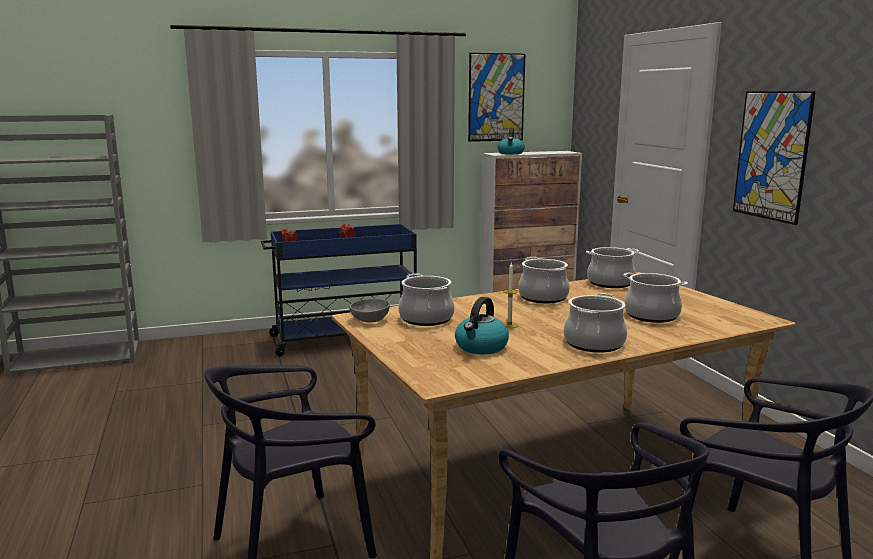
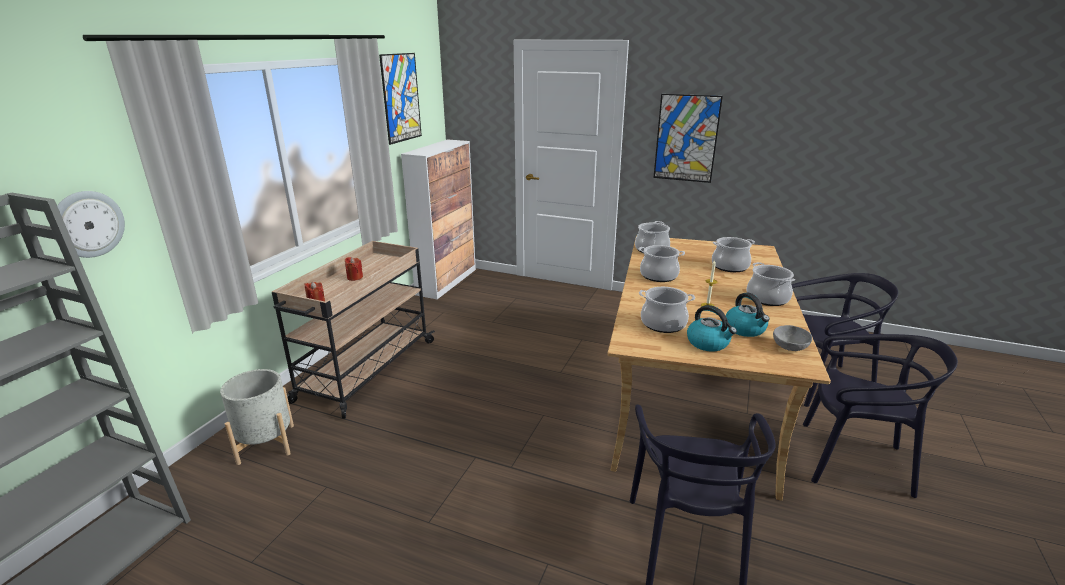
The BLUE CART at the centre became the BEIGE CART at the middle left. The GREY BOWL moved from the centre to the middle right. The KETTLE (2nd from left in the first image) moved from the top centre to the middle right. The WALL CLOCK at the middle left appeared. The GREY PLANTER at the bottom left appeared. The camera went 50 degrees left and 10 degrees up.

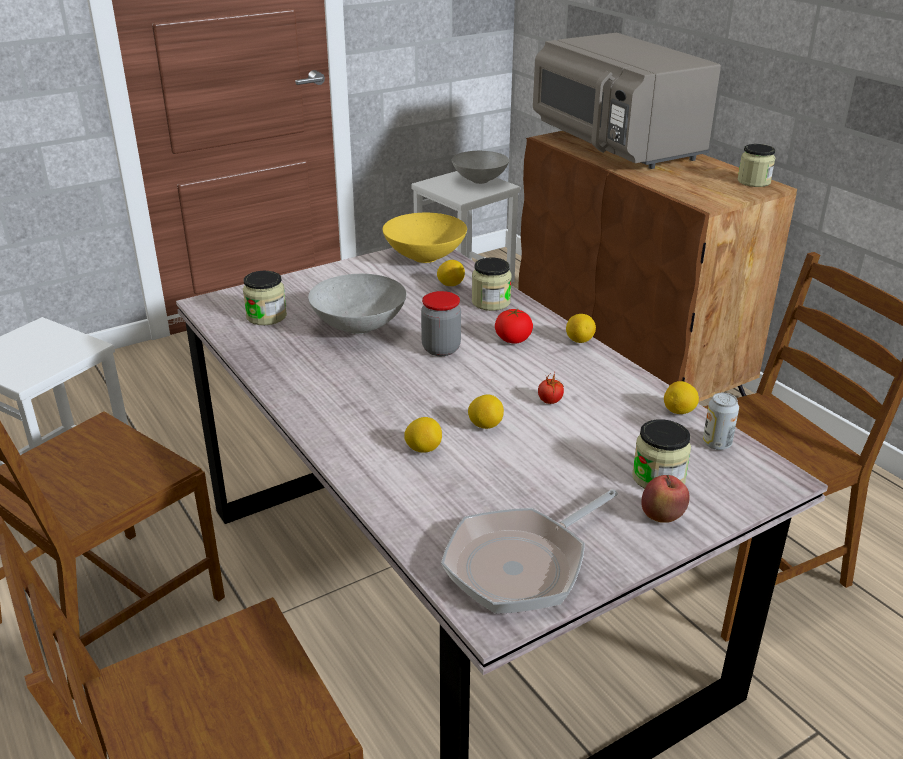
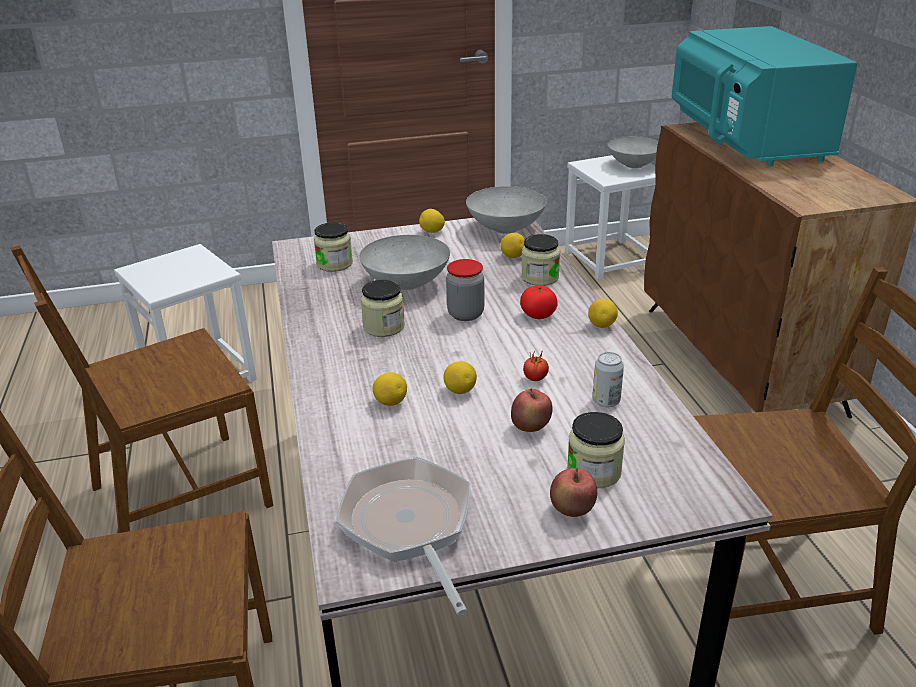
The YELLOW BOWL at the top centre became the GREY BOWL (2nd from left) at the top centre. The FRYING PAN at the bottom centre turned 90 degrees clockwise. The GREY MICROWAVE at the top right became the TURQUOISE MICROWAVE at the top right. The LEMON (5th from left in the first image) moved from the middle right to the top centre. The CAN moved from the middle right to the centre. The JAR (5th from left in the first image) moved from the top right to the centre. The APPLE (1st from left) at the centre appeared. The camera went 20 degrees right and 0 degrees up.

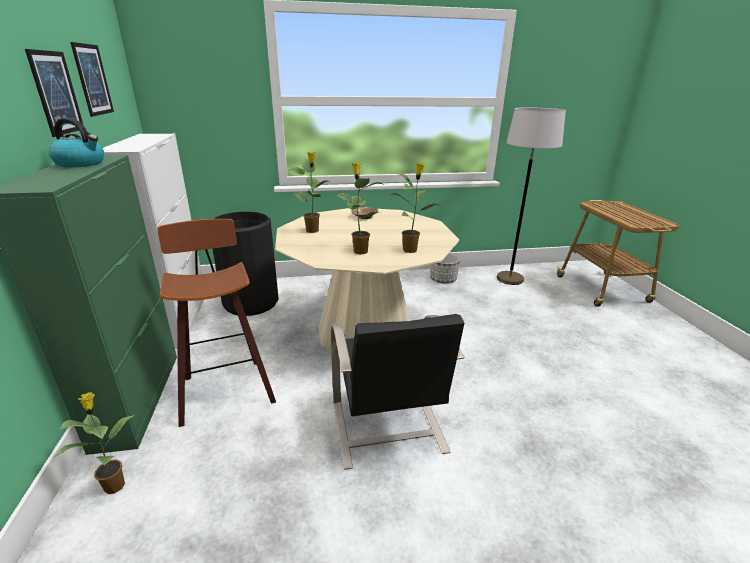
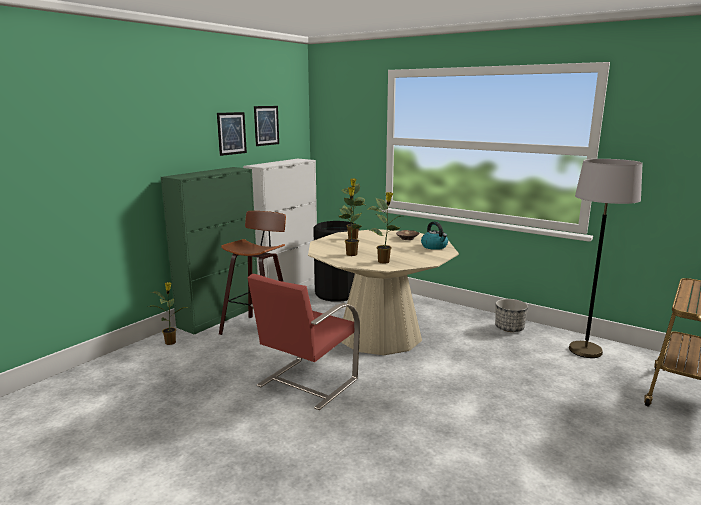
The KETTLE moved from the top left to the centre. The BLACK CHAIR at the bottom centre became the RED CHAIR at the bottom centre. The camera went 45 degrees right and 10 degrees down.

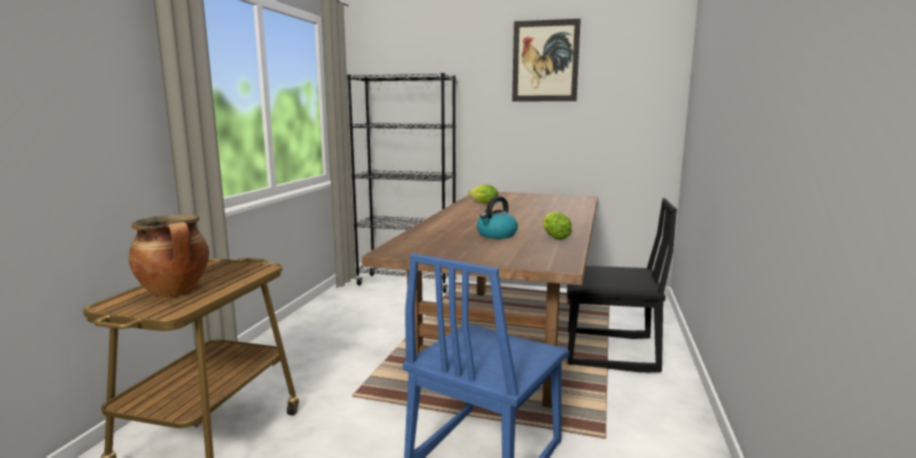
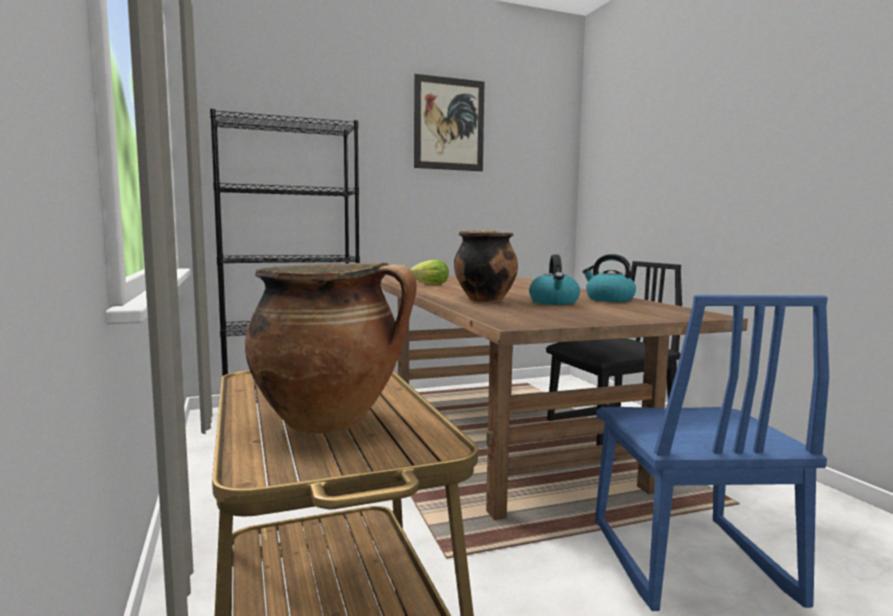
The LETTUCE (2nd from left) at the centre was replaced by the KETTLE (2nd from left) at the middle right. The COOKING POT (2nd from left) at the centre appeared. The camera went 35 degrees left and 5 degrees down.

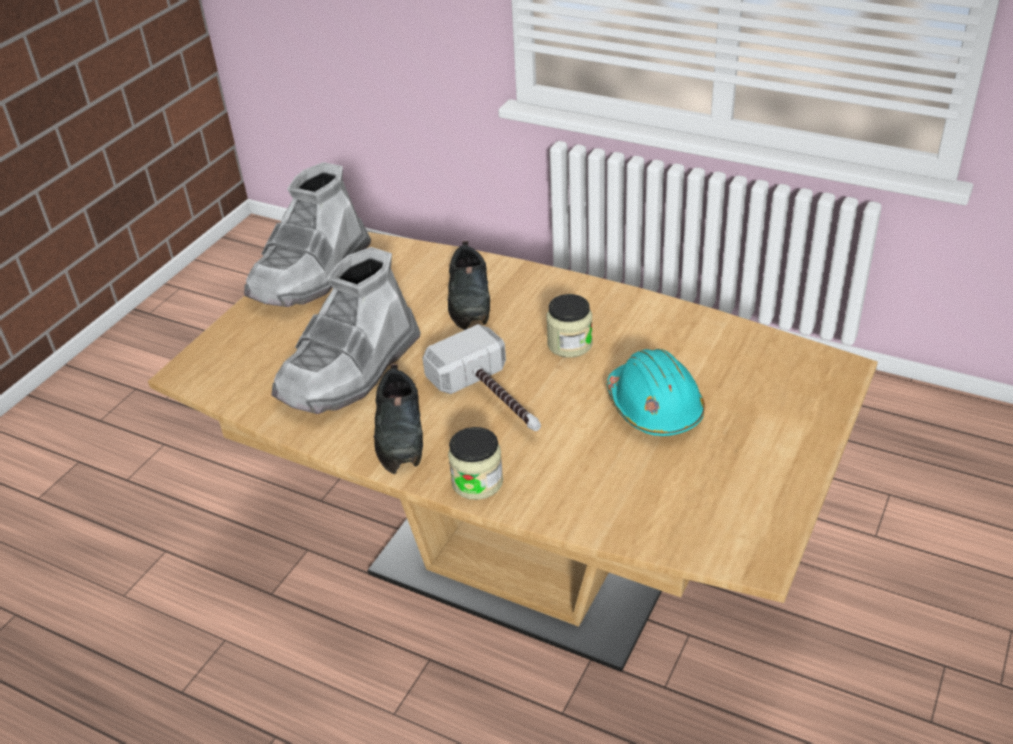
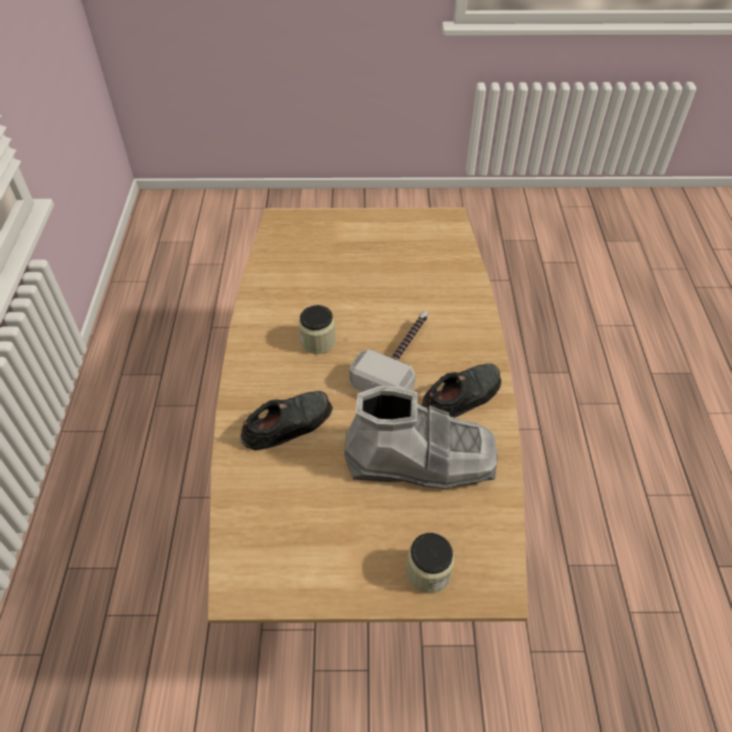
The GREY BOOT (1st from left) at the top left disappeared. The JAR (1st from left in the first image) moved from the centre to the bottom centre. The TURQUOISE HARD HAT at the centre disappeared. The camera went 120 degrees left and 10 degrees up.

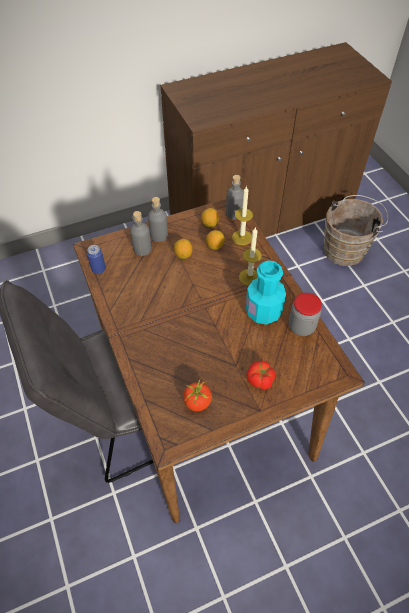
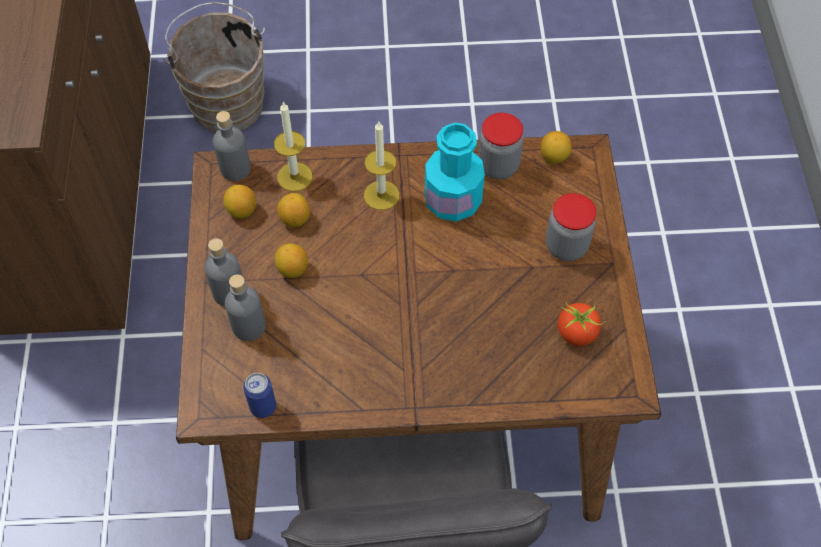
The TOMATO (2nd from left) at the centre was replaced by the JAR (2nd from left) at the middle right. The LEMON (4th from left) at the top right appeared. The camera went 70 degrees left and 5 degrees up.

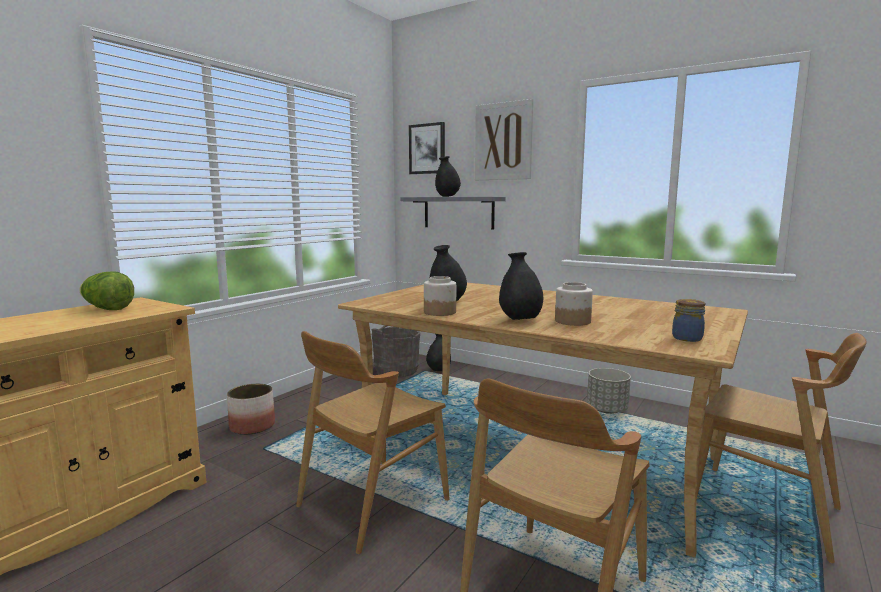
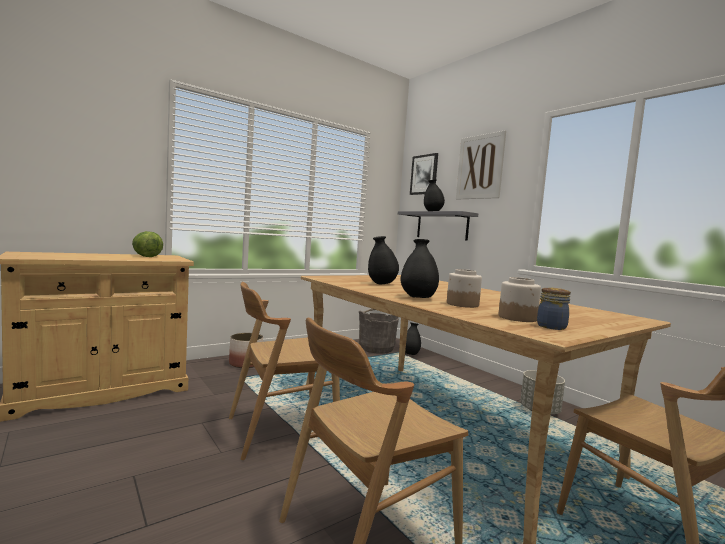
The JAR (1st from left in the first image) moved from the centre to the middle right. The camera went 20 degrees right and 5 degrees down.

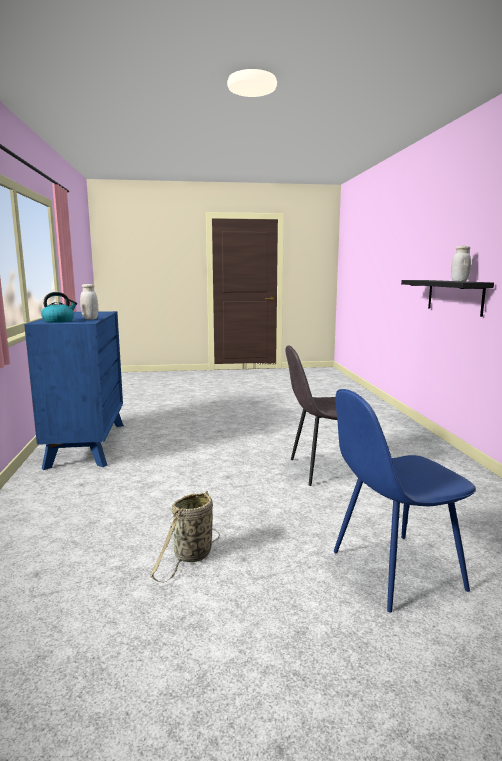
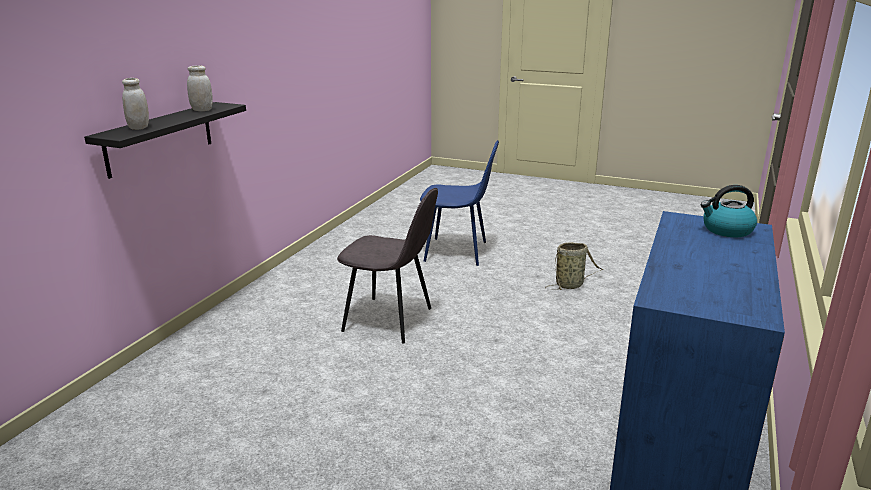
The WHITE JAR (1st from left) moved from the middle left to the top left. The camera went 150 degrees left and 10 degrees up.

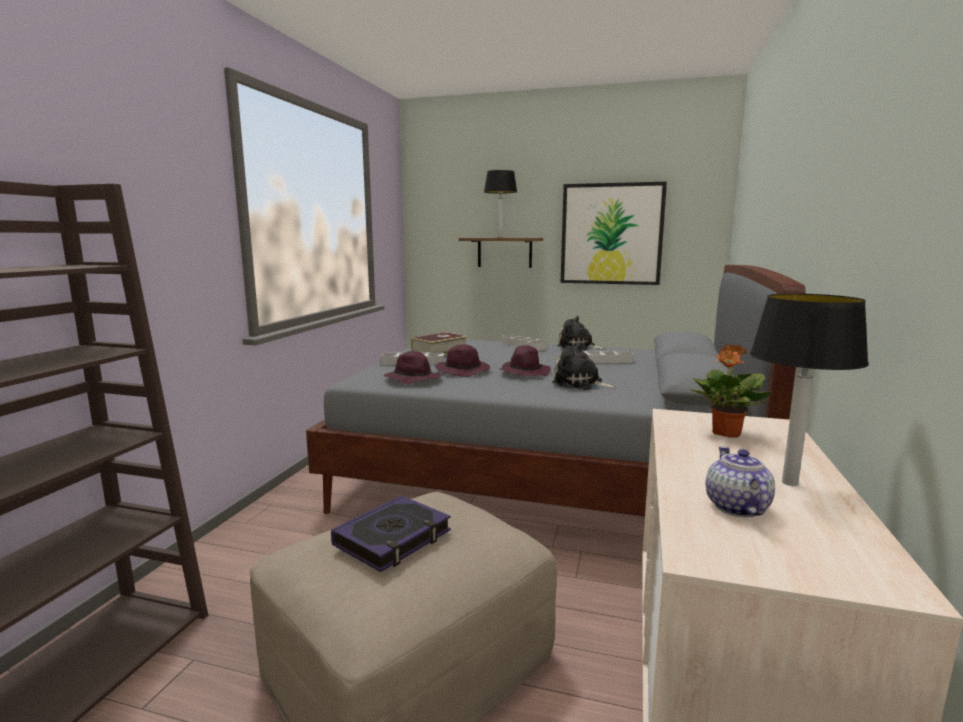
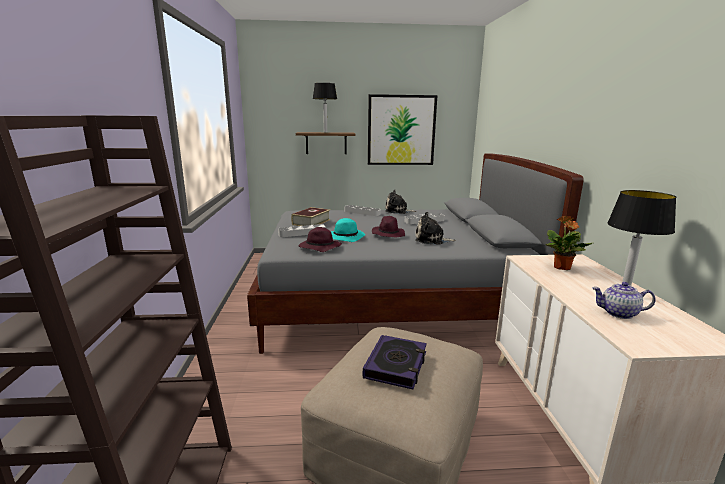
The PURPLE HAT (2nd from left) at the centre became the TURQUOISE HAT at the centre. The TEAPOT at the middle right turned 60 degrees counterclockwise. The camera went 20 degrees left and 5 degrees up.

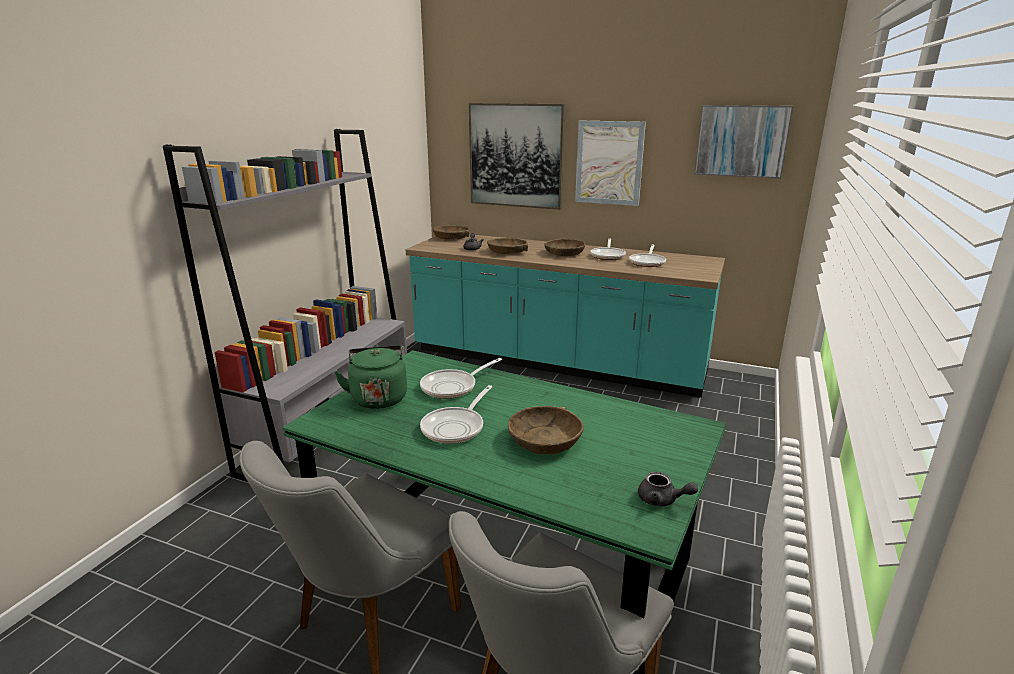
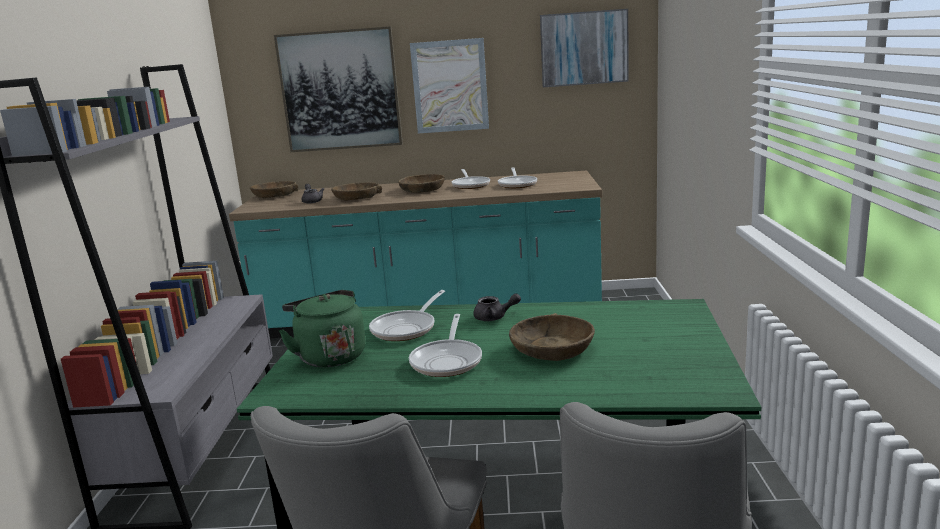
The GREY TEAPOT (2nd from left) moved from the bottom centre to the centre. The camera went 20 degrees left and 5 degrees down.

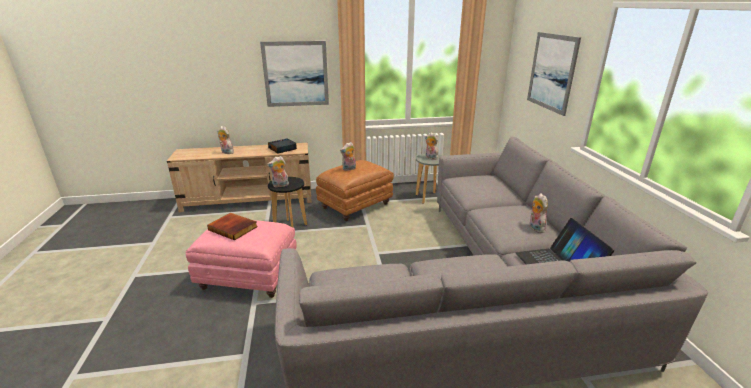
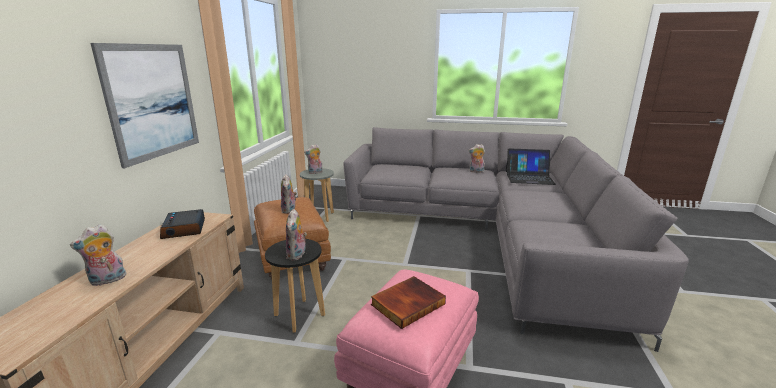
The PICTURE (2nd from left) at the top right disappeared. The camera went 70 degrees left and 5 degrees down.

